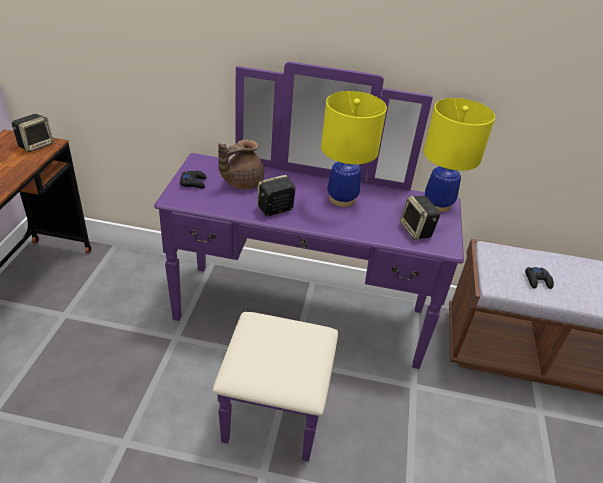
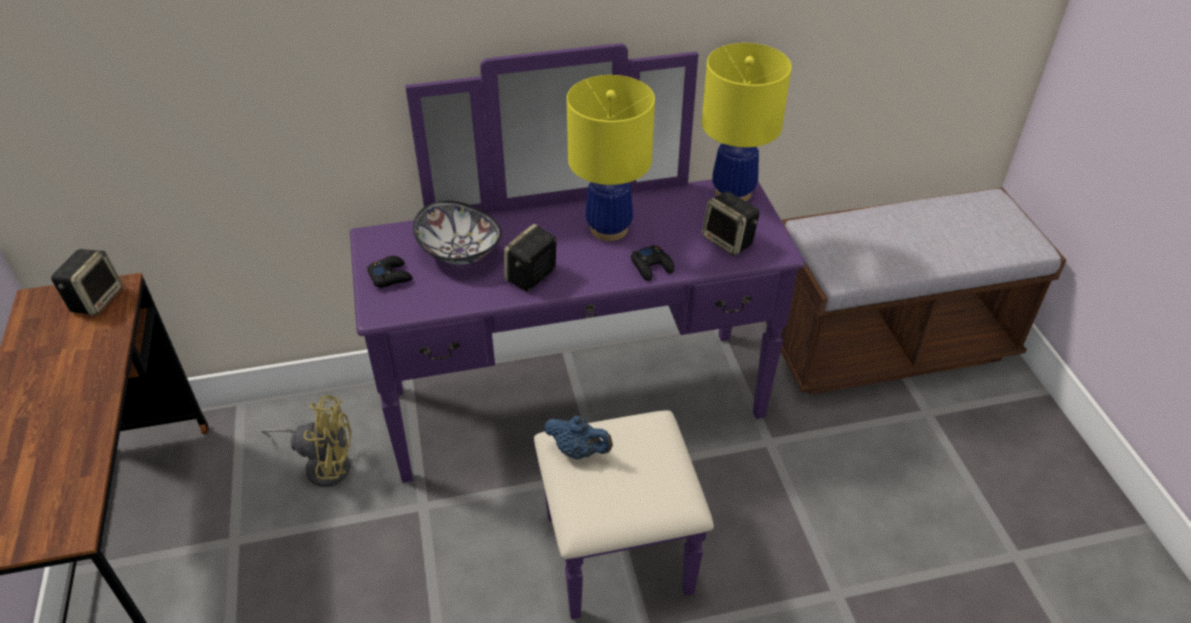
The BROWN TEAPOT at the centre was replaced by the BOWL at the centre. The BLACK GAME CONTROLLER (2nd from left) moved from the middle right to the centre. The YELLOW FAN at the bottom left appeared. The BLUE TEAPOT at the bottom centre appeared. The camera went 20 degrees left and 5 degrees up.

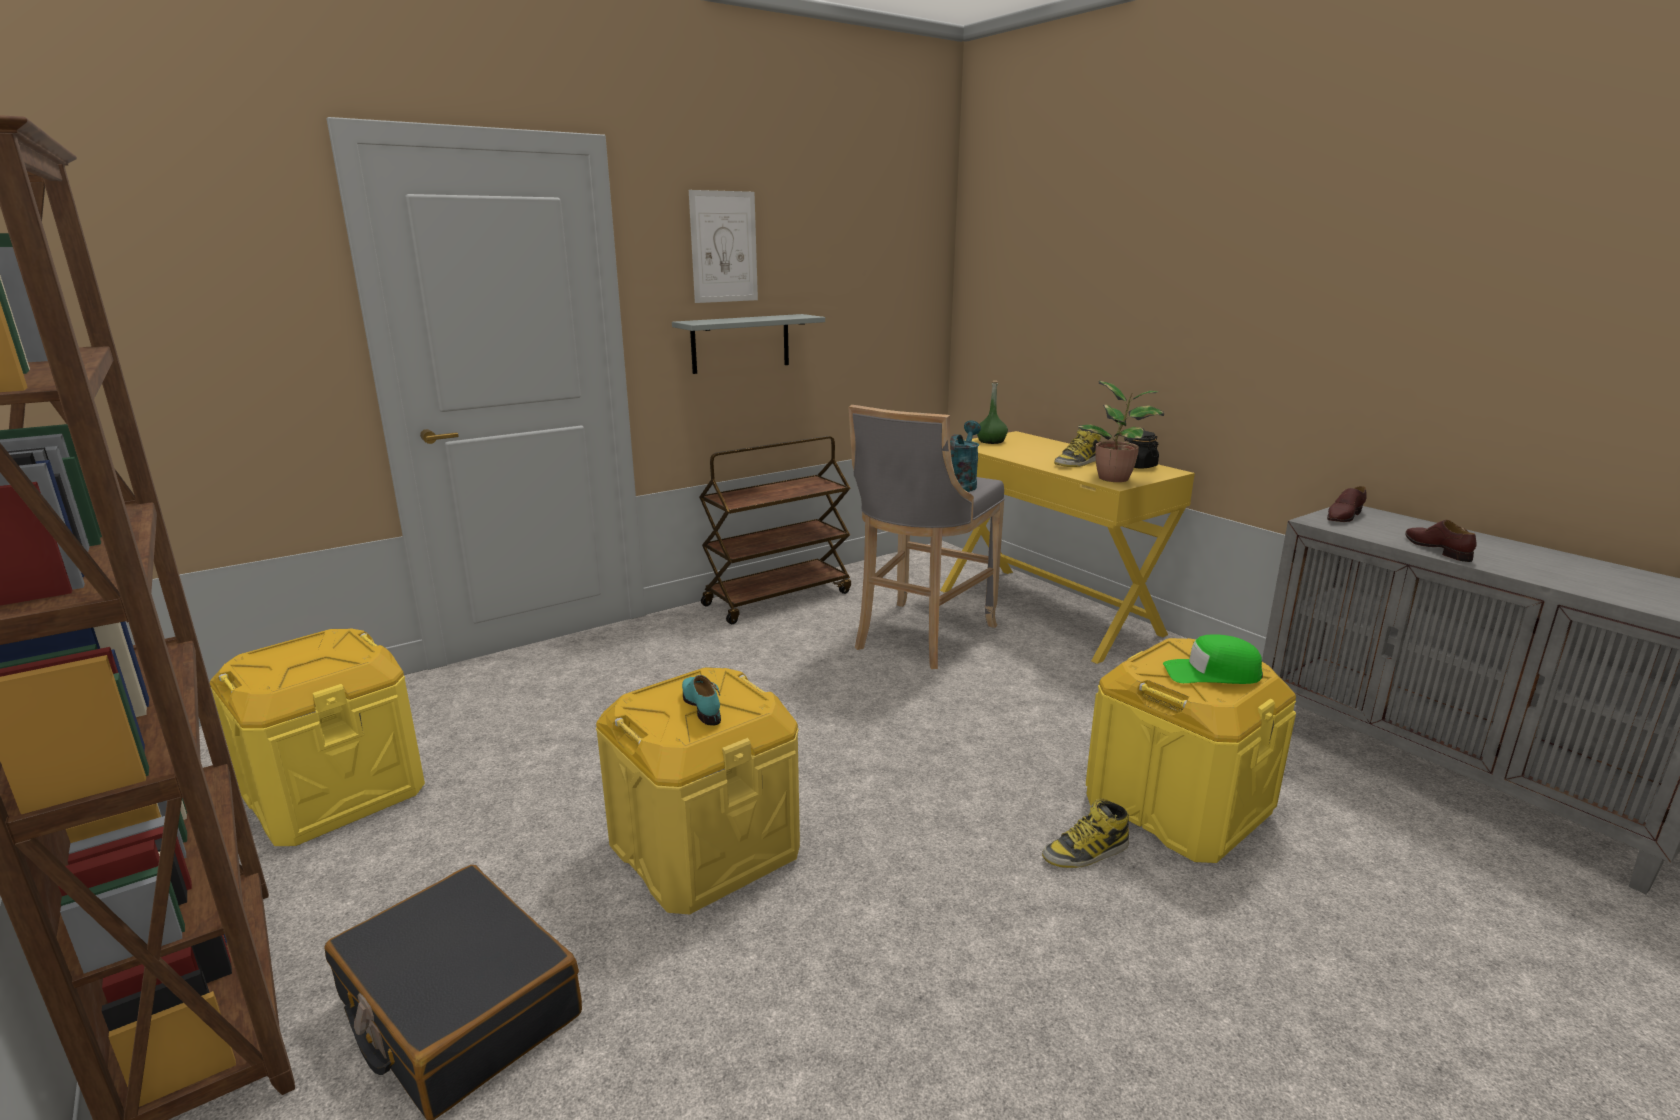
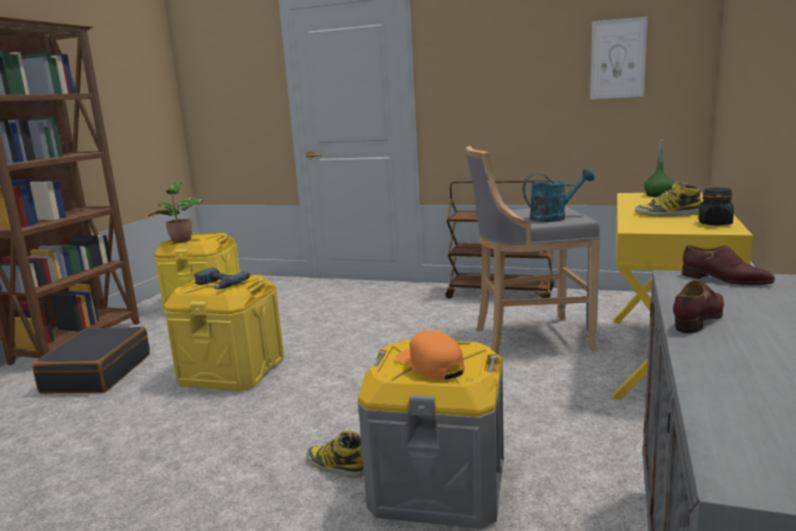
The GREY SHELF at the top centre disappeared. The TURQUOISE SHOE at the centre was replaced by the POWER DRILL at the middle left. The PICTURE moved from the top centre to the top right. The POTTED PLANT moved from the middle right to the middle left. The YELLOW STORAGE BOX (3rd from left) at the bottom right became the GREY STORAGE BOX at the bottom centre. The GREEN CAP at the middle right became the ORANGE CAP at the bottom centre. The BROWN SHOE (1st from left in the first image) at the middle right turned 150 degrees counterclockwise. The camera went 55 degrees right and 5 degrees down.

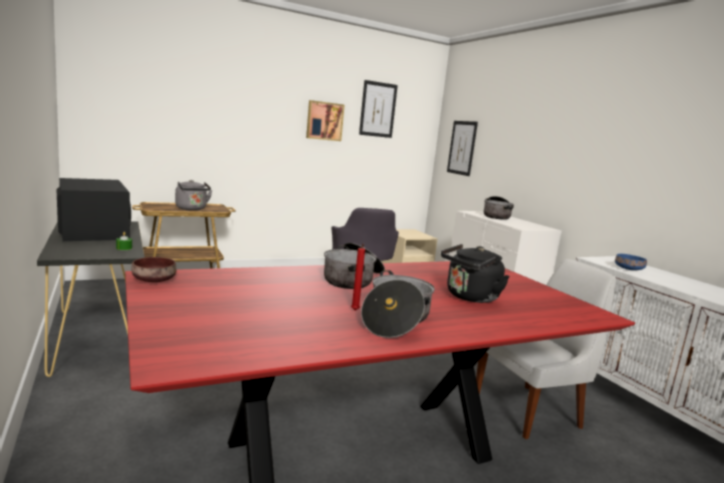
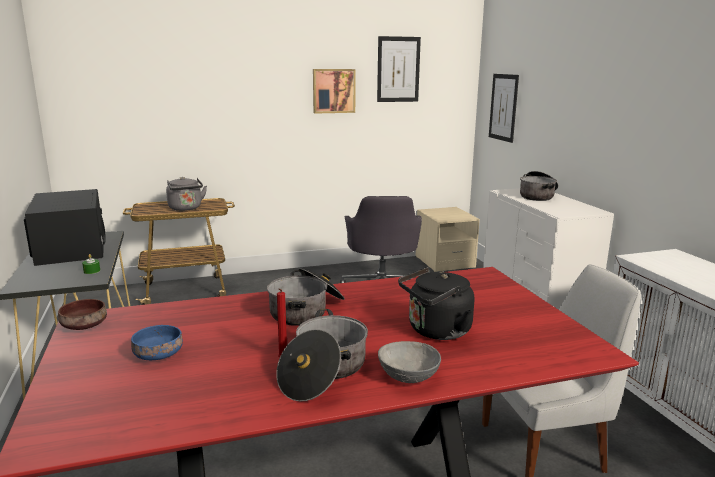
The BLUE BOWL moved from the middle right to the bottom left. The GREY BOWL at the bottom centre appeared. The camera went 10 degrees right and 5 degrees up.

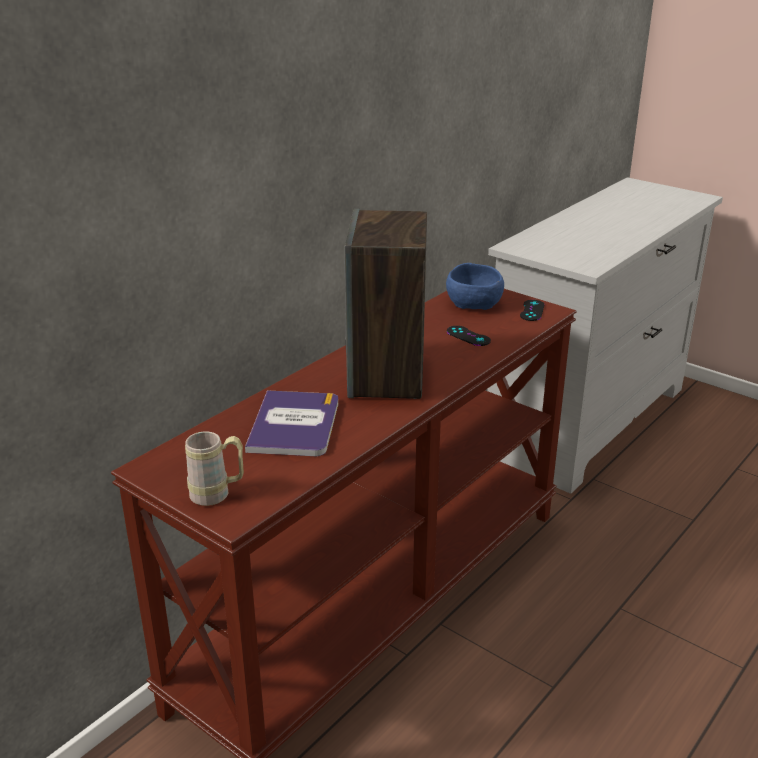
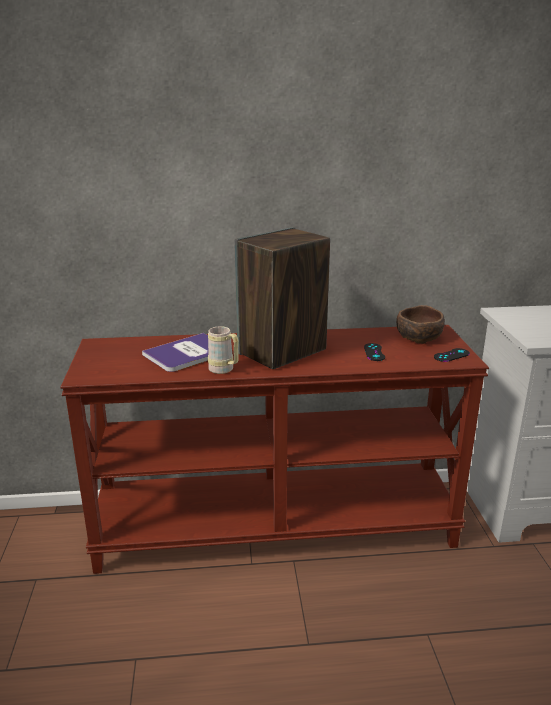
The BEIGE MUG moved from the middle left to the centre. The BLUE BOWL at the centre became the BROWN BOWL at the middle right. The camera went 45 degrees right and 5 degrees down.

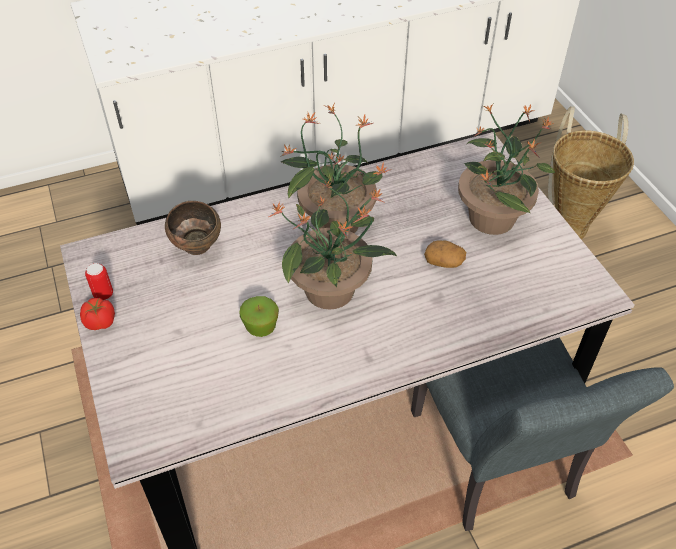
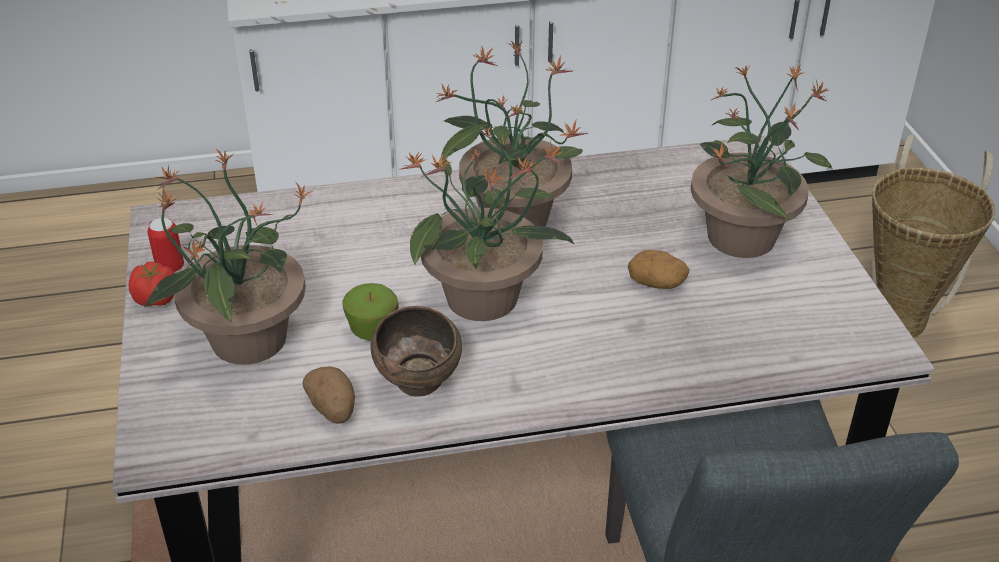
The BROWN BOWL moved from the middle left to the centre. The POTTED PLANT (1st from left) at the middle left appeared. The POTATO (1st from left) at the bottom left appeared. The camera went 10 degrees right and 10 degrees down.

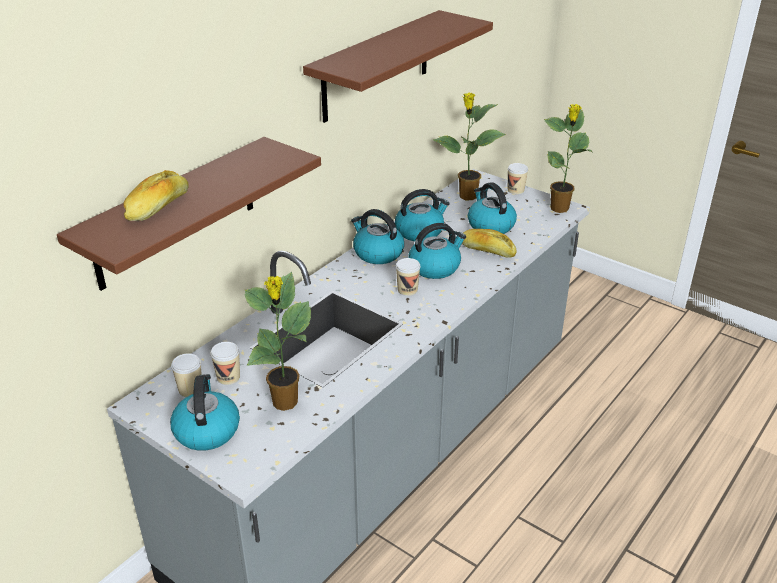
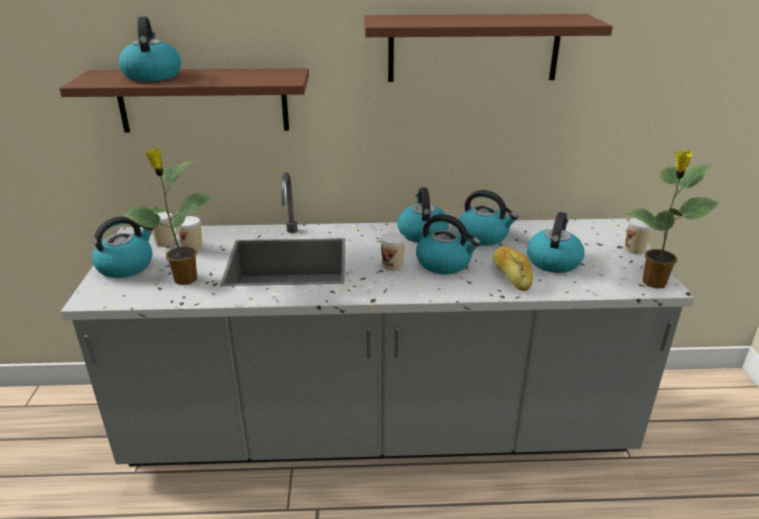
The BREAD (1st from left) at the middle left was replaced by the KETTLE (2nd from left) at the top left. The POTTED PLANT (2nd from left) at the top centre disappeared. The camera went 50 degrees right and 5 degrees down.

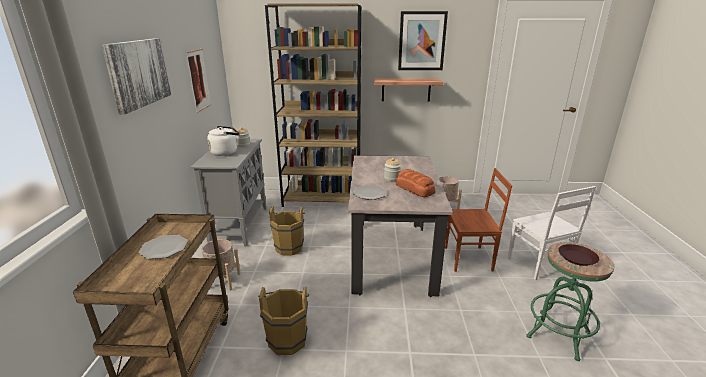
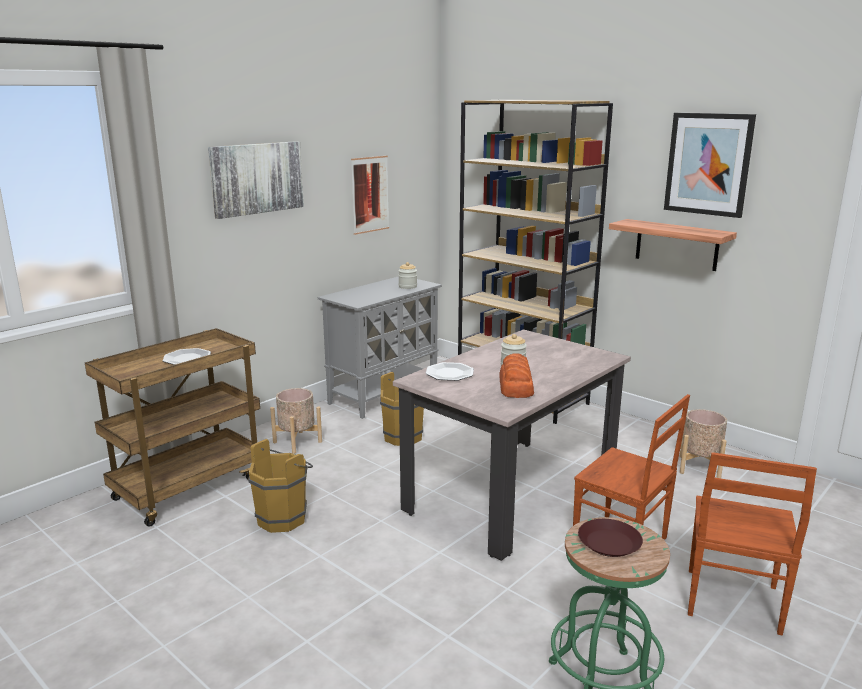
The WHITE KETTLE at the middle left disappeared. The WHITE CHAIR at the middle right became the BROWN CHAIR (2nd from left) at the bottom right. The camera went 40 degrees right and 5 degrees down.

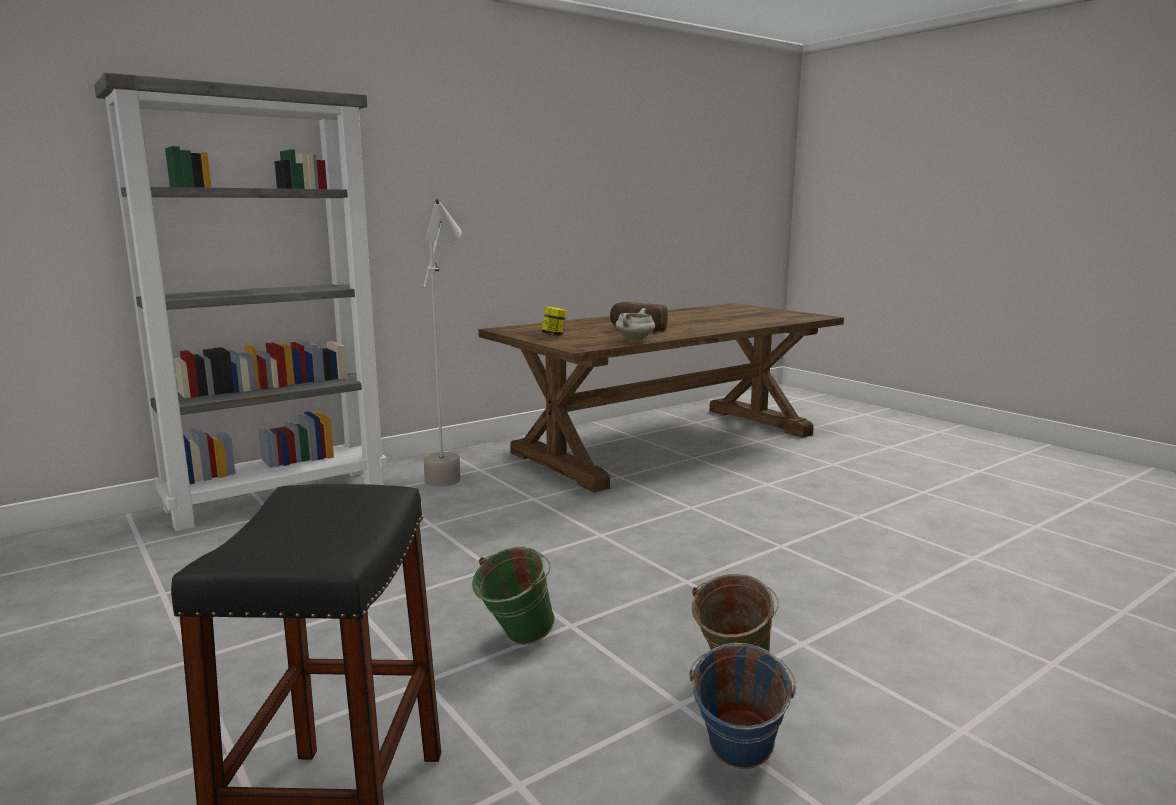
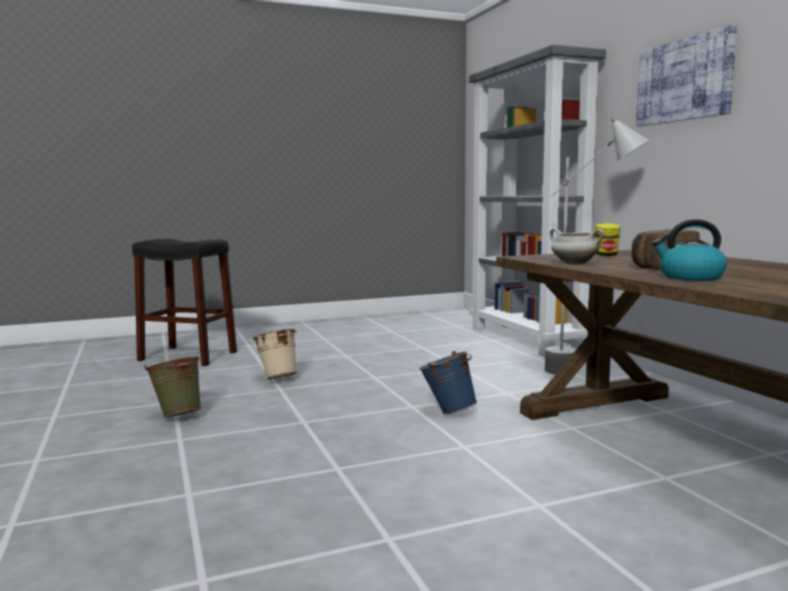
The GREEN BUCKET (1st from left) at the bottom centre became the BEIGE BUCKET at the centre. The BLUE BUCKET moved from the bottom centre to the centre. The PICTURE at the top right appeared. The KETTLE at the middle right appeared. The camera went 105 degrees right and 5 degrees down.

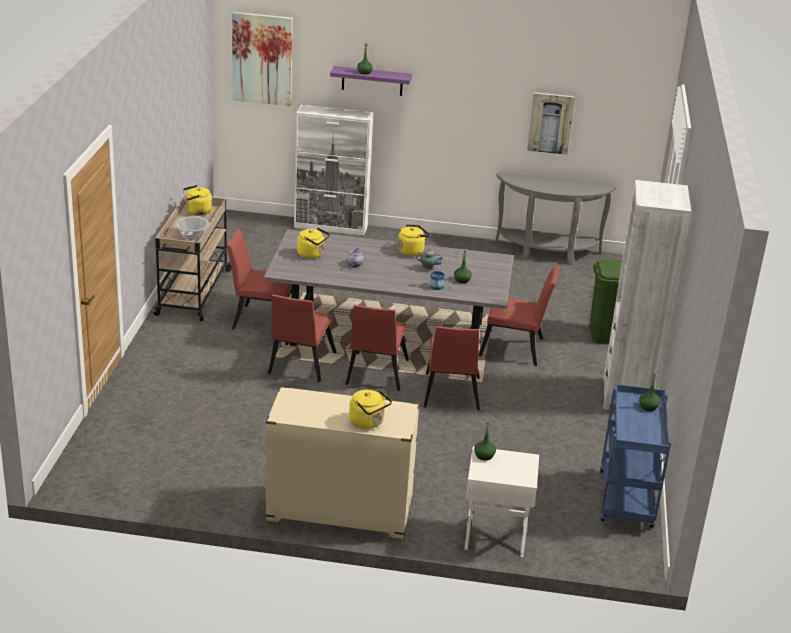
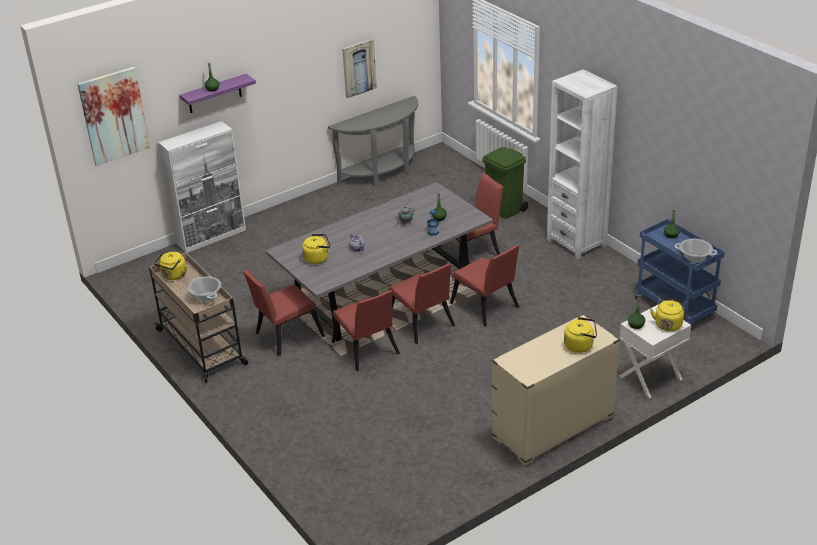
The YELLOW KETTLE (4th from left) moved from the centre to the middle right. The COOKING POT (2nd from left) at the middle right appeared. The camera went 40 degrees left and 5 degrees up.

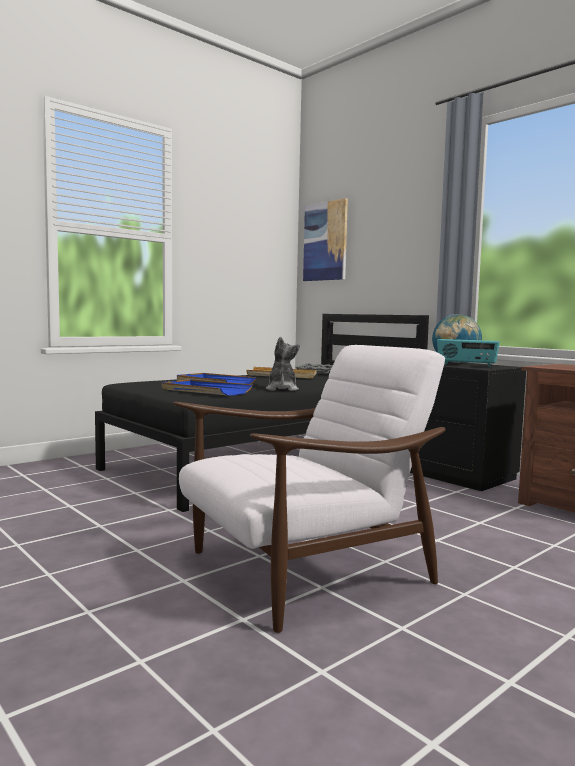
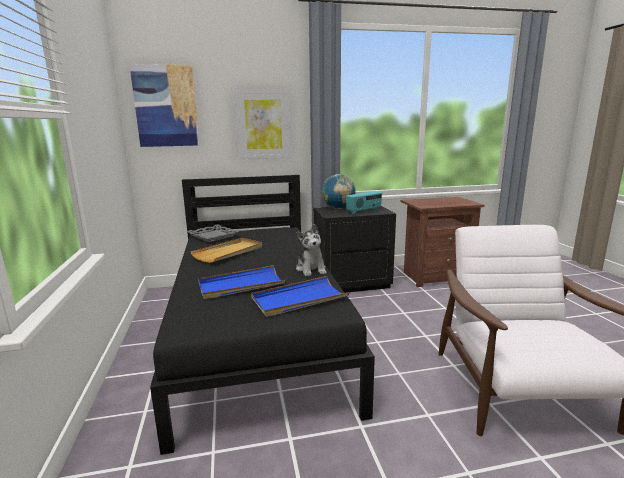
The PLUSH TOY at the centre turned 135 degrees counterclockwise. The PICTURE (2nd from left) at the top centre appeared. The camera went 60 degrees left and 10 degrees up.

